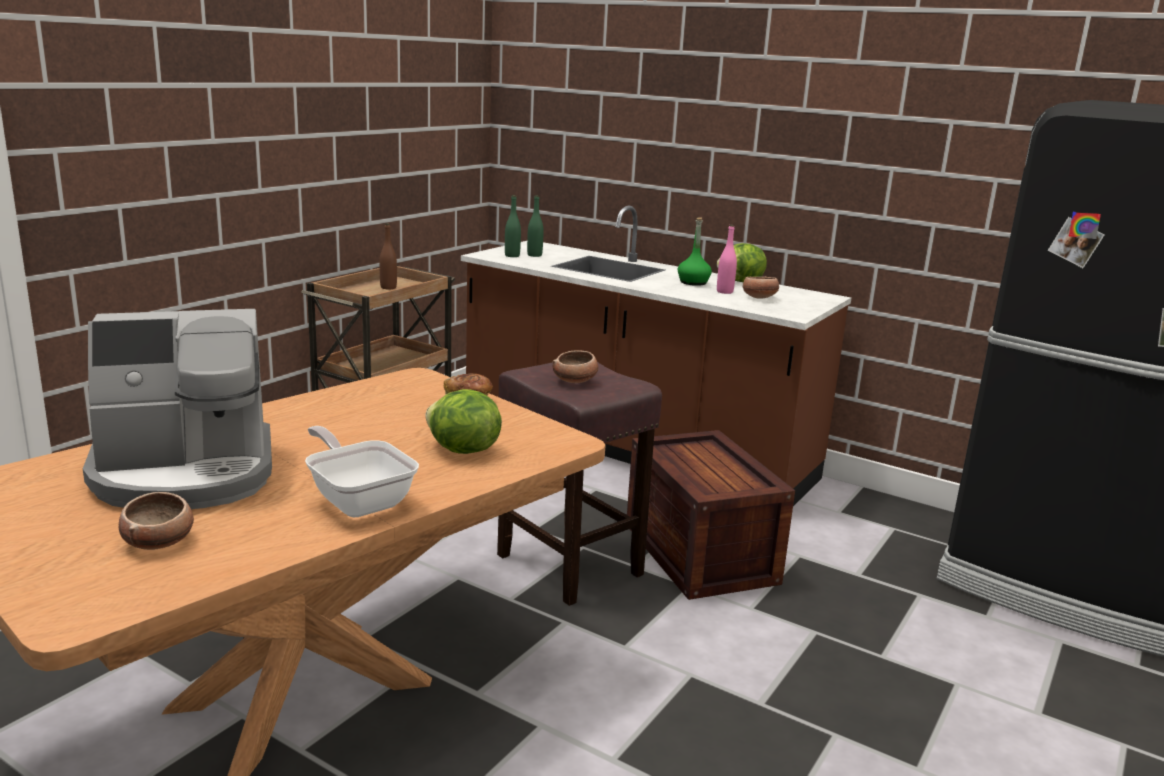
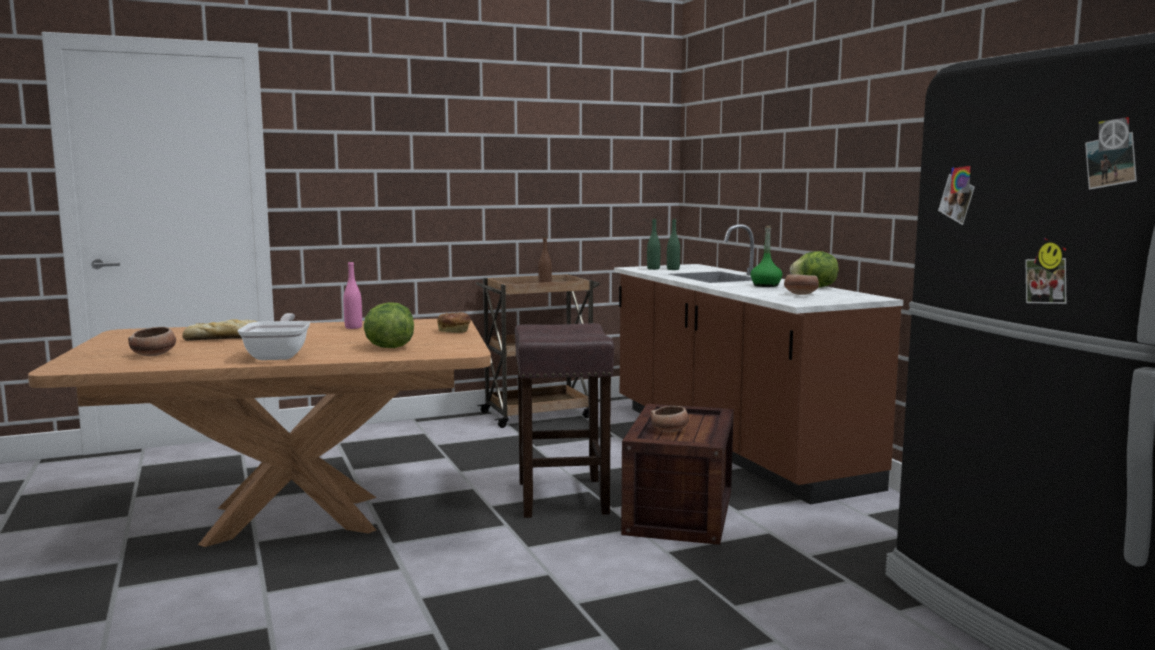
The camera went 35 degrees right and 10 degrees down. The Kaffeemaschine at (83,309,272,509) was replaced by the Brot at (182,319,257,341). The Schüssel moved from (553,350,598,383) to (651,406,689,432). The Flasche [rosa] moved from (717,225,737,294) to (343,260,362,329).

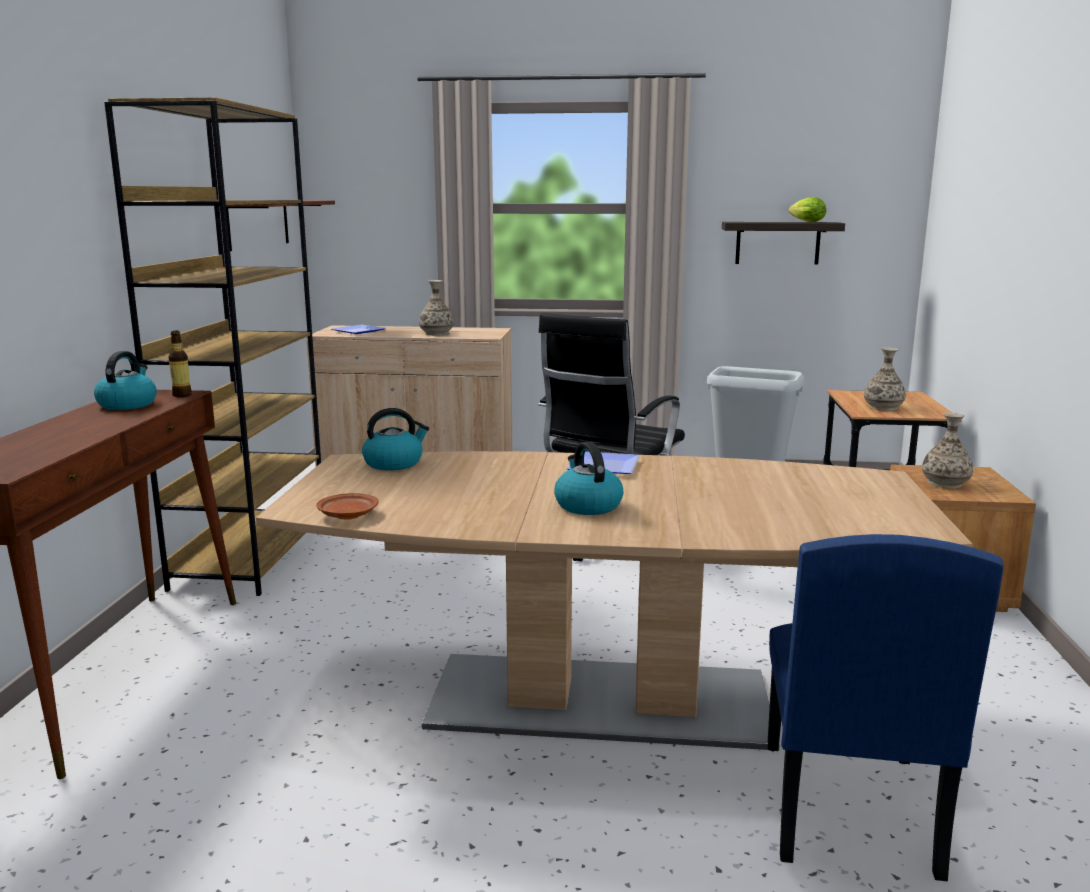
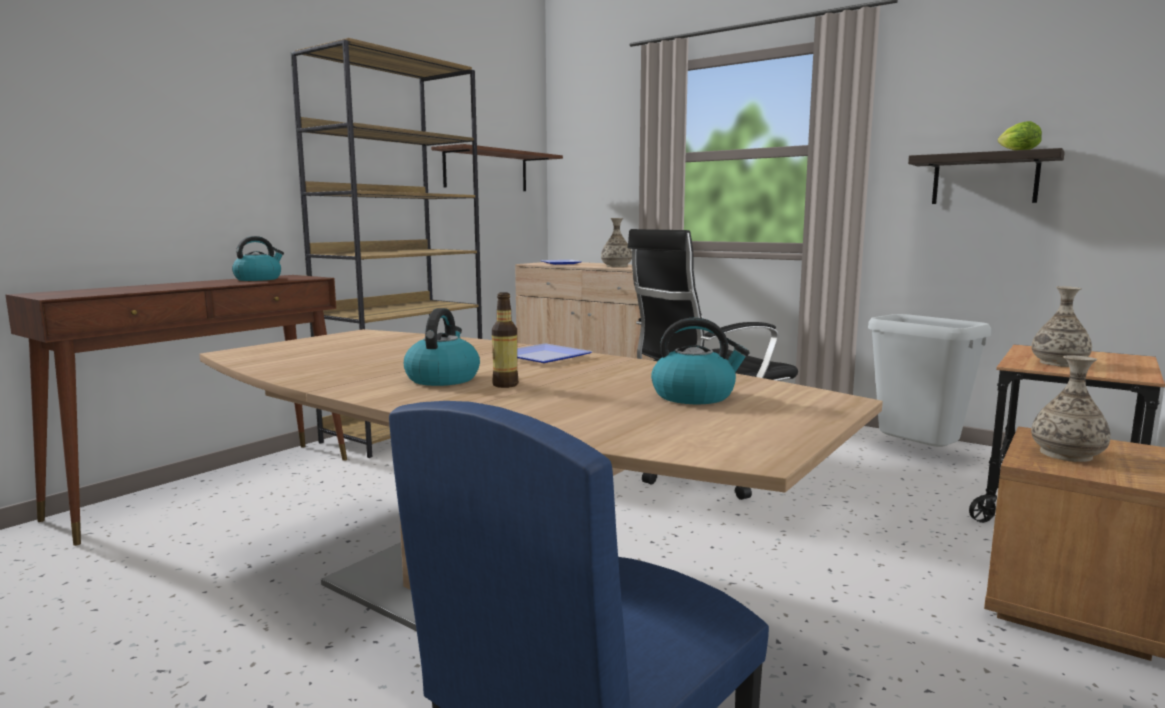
The camera went 30 degrees right and 5 degrees down. The Flasche moved from (169,331,192,397) to (492,292,519,388). The Teller [braun] at (316,493,379,520) disappeared. The Wasserkessel moved from (362,408,429,470) to (651,318,750,404).

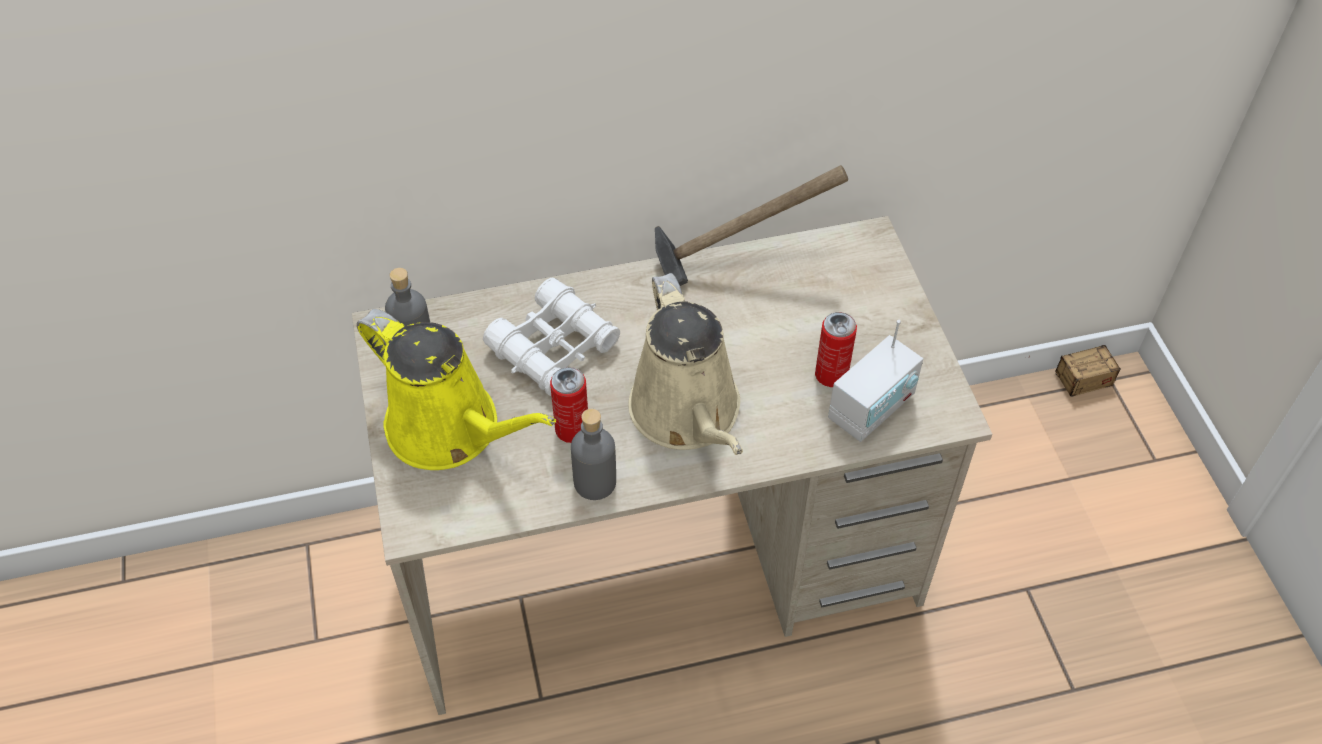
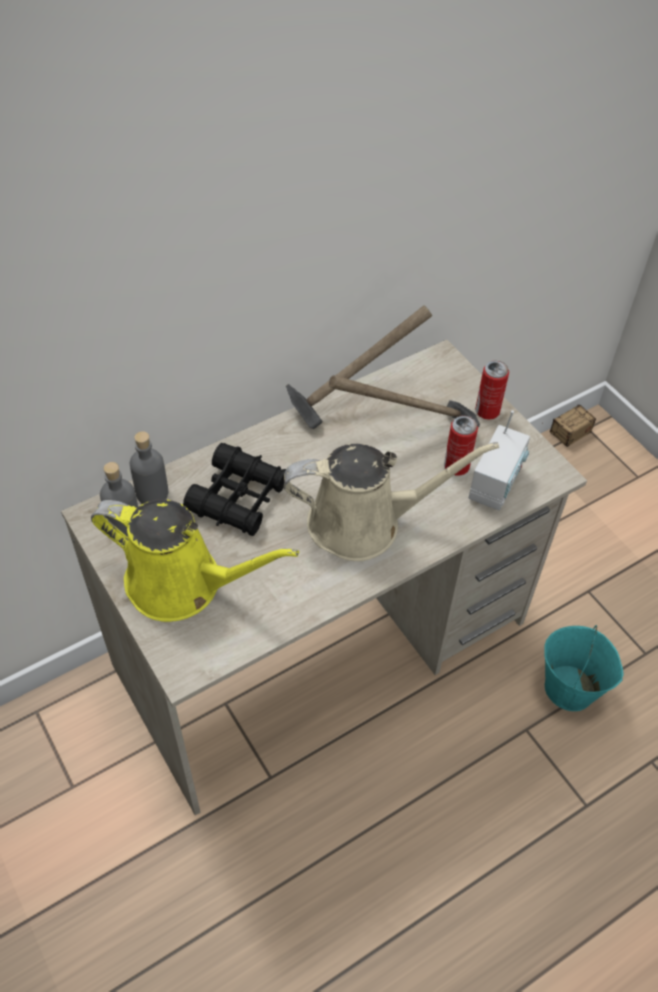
The camera went 20 degrees left and 0 degrees up. The Fernglas [weiß] at (483,278,620,396) became the Fernglas [schwarz] at (183,443,286,536). The Dose moved from (550,367,588,443) to (475,360,509,420). The Flasche [grau] moved from (571,409,616,500) to (130,431,168,504). The Gießkanne [beige] at (628,273,743,455) turned 60 degrees counterclockwise. The Hammer at (329,375,480,427) appeared. The Eimer [türkis] at (544,625,624,711) appeared.

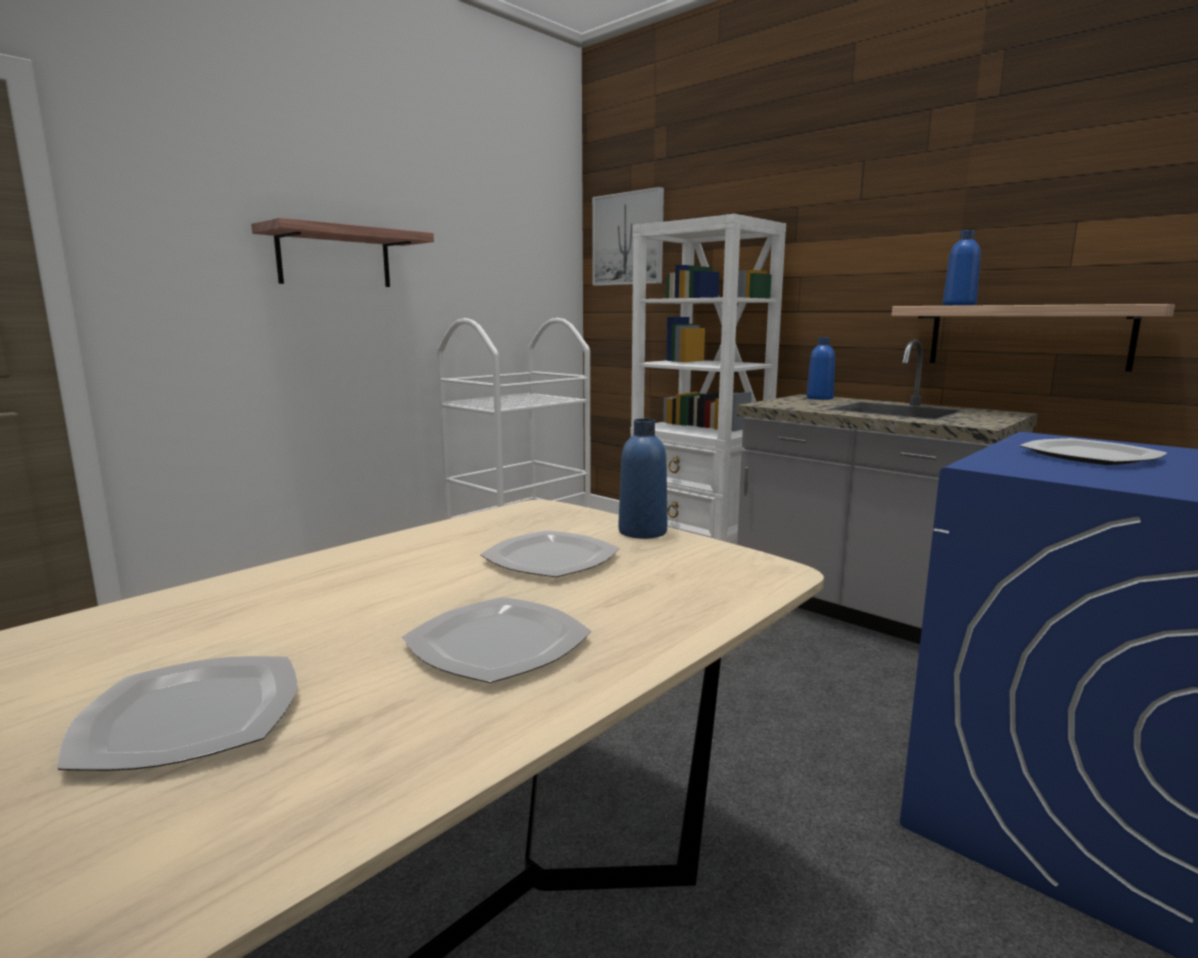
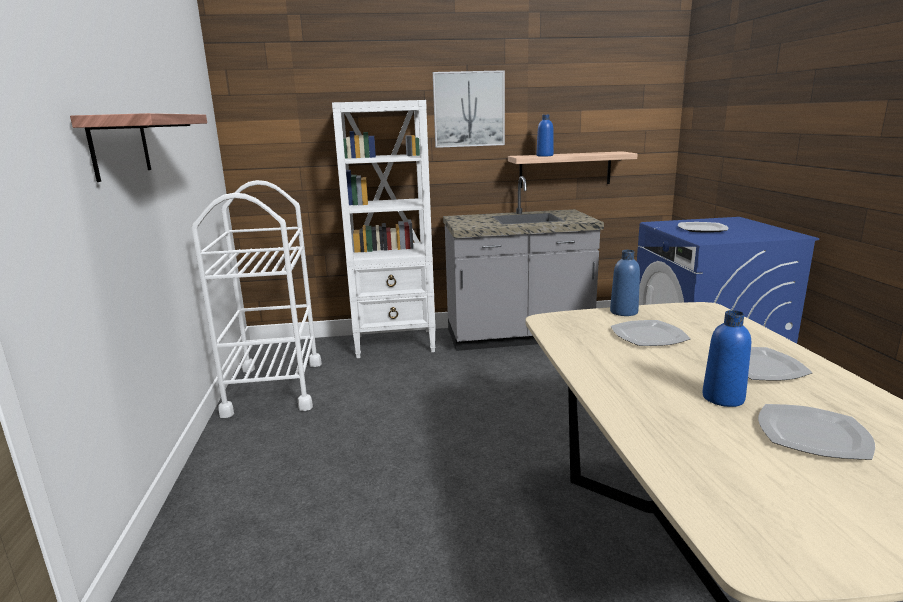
The camera went 50 degrees left and 5 degrees up. The Bild moved from (592,187,664,286) to (433,70,505,148). The Flasche [blau] moved from (807,337,835,400) to (702,310,751,407).

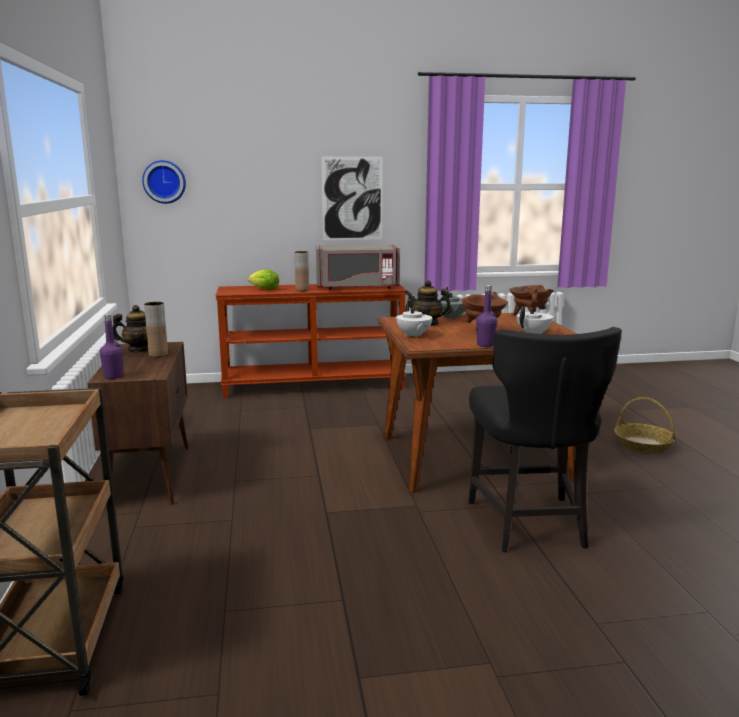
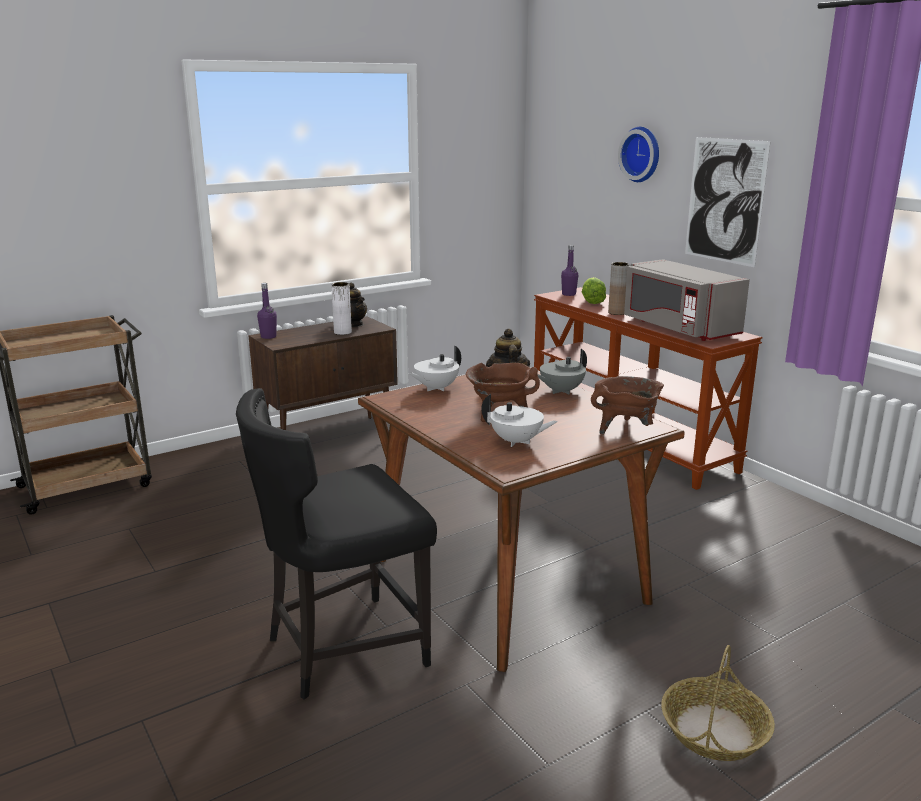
The camera went 65 degrees right and 5 degrees up. The Wanduhr moved from (142,160,186,204) to (618,127,659,182). The Vase [braun] at (144,302,168,357) became the Vase [weiß] at (331,282,352,335). The Flasche [lila] moved from (476,285,498,347) to (561,245,579,296).

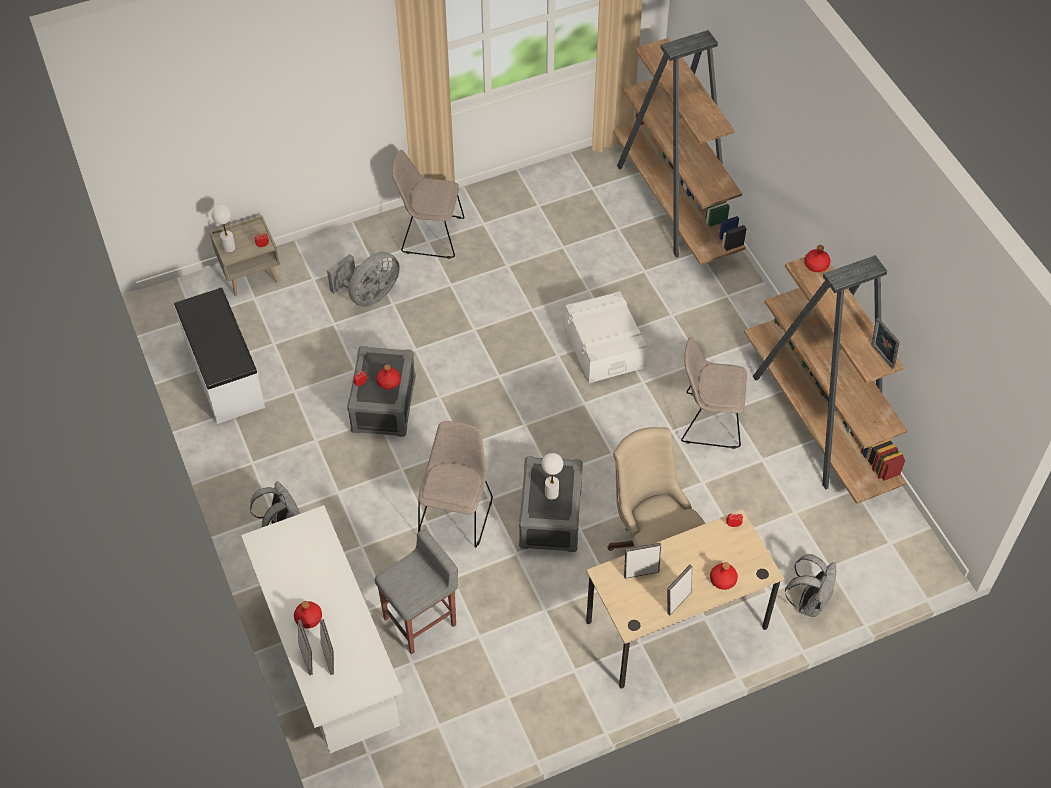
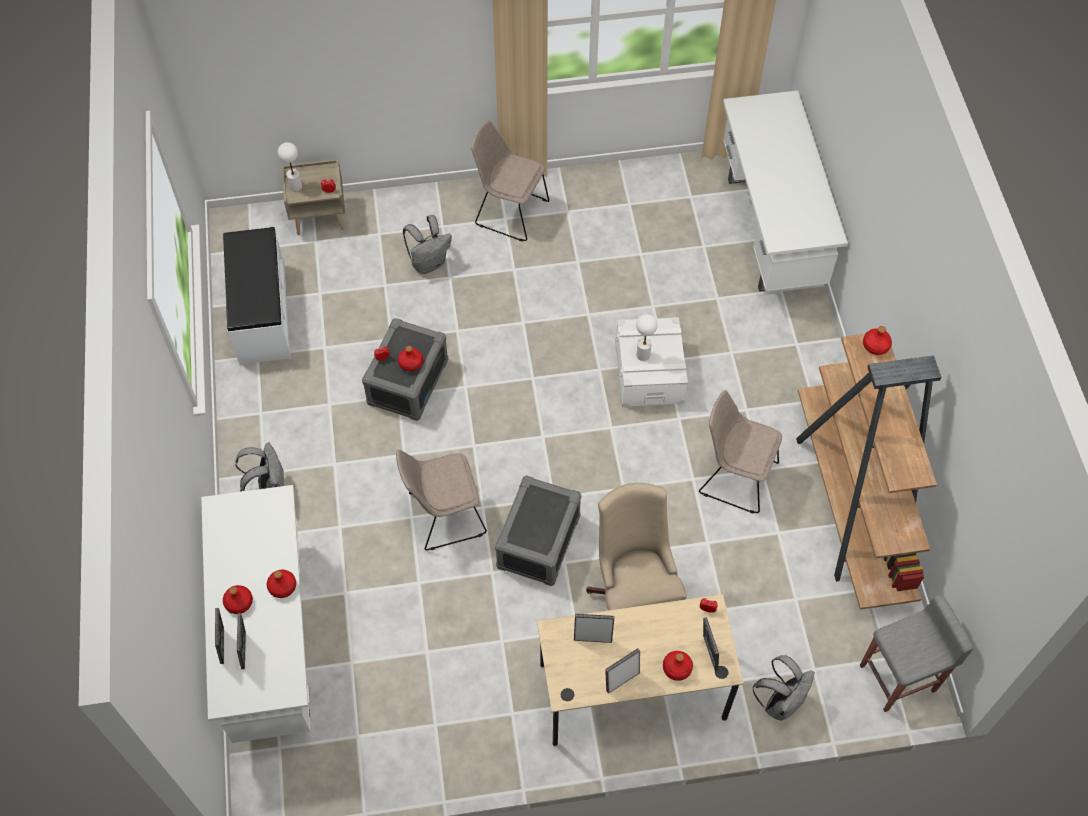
The camera went 15 degrees right and 5 degrees up. The Ventilator [grau] at (327,252,400,307) was replaced by the Rucksack [grau] at (403,215,452,274). The Hocker [grau] moved from (375,529,458,654) to (860,595,974,712). The Stuhl [beige] at (418,421,493,547) turned 135 degrees counterclockwise. The Tischlampe [weiß] moved from (542,453,563,500) to (636,314,657,361). The Bücherregal [braun] at (613,30,747,265) was replaced by the Schreibtisch [weiß] at (723,91,848,292). The Bilderrahmen moved from (871,318,900,369) to (703,617,719,671). The Flasche [rot] at (267,570,296,598) appeared.

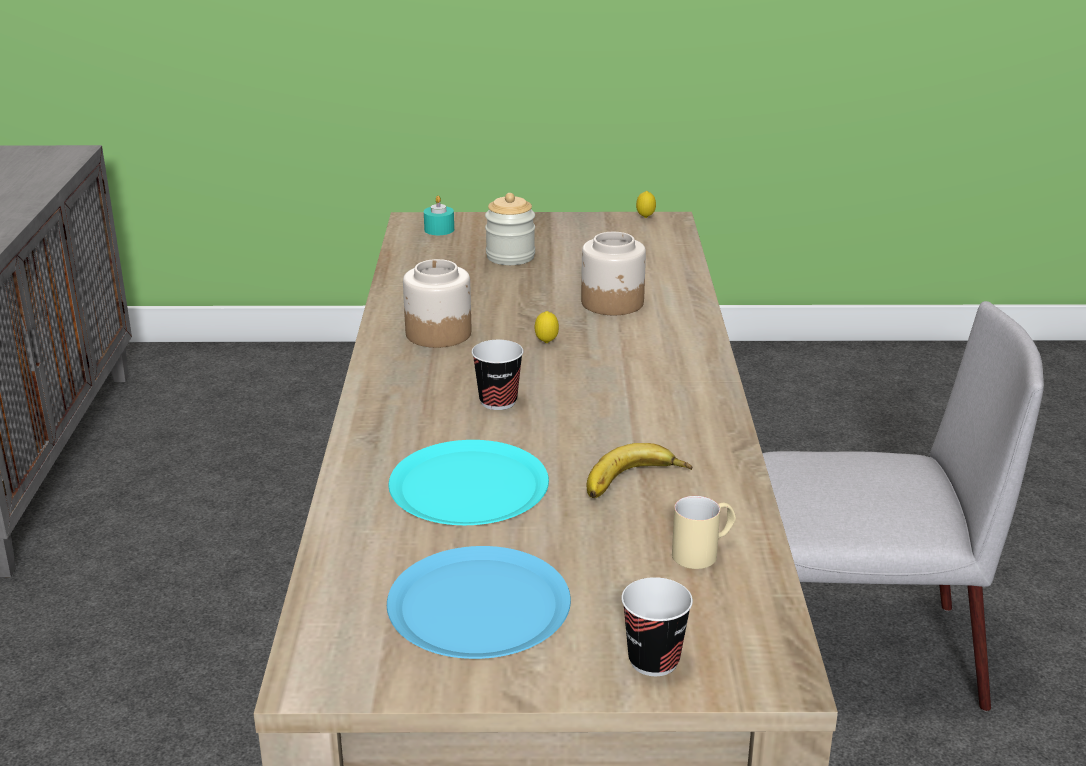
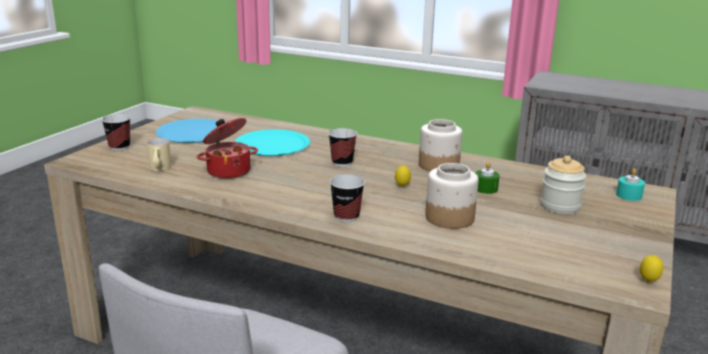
The camera went 115 degrees right and 5 degrees down. The Banane at (587,443,692,498) was replaced by the Kochtopf at (197,118,258,179). The Tasse at (330,175,365,222) appeared. The Kerze [grün] at (475,162,500,194) appeared.

